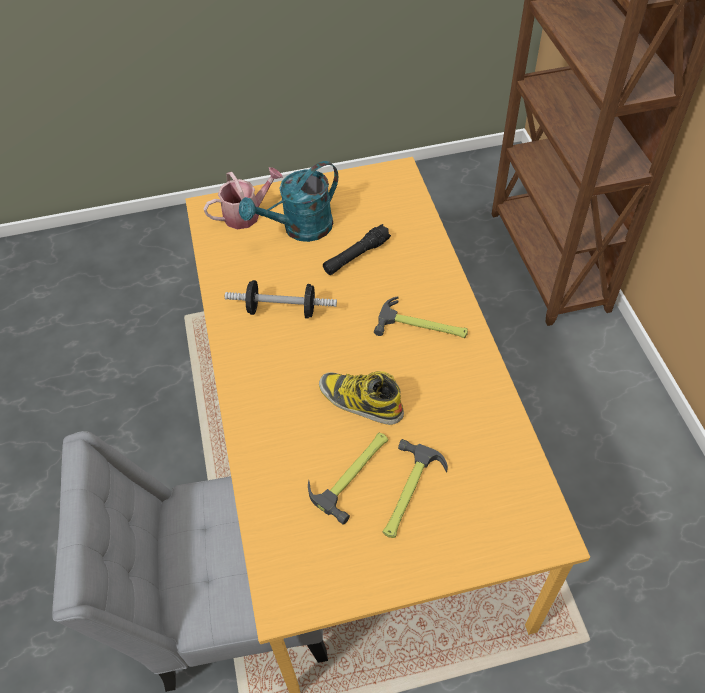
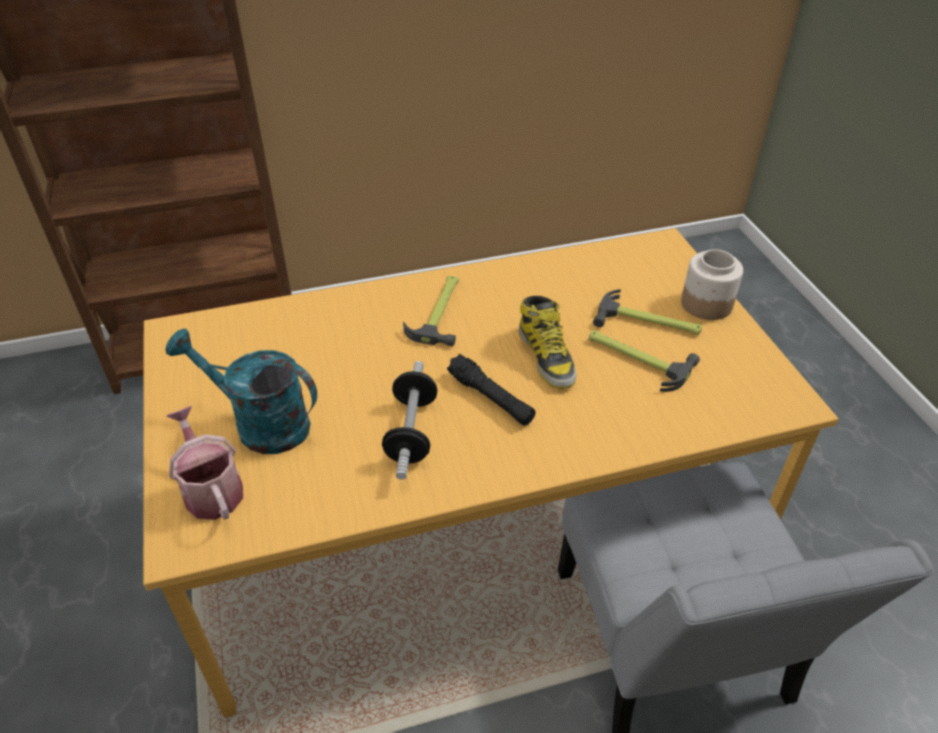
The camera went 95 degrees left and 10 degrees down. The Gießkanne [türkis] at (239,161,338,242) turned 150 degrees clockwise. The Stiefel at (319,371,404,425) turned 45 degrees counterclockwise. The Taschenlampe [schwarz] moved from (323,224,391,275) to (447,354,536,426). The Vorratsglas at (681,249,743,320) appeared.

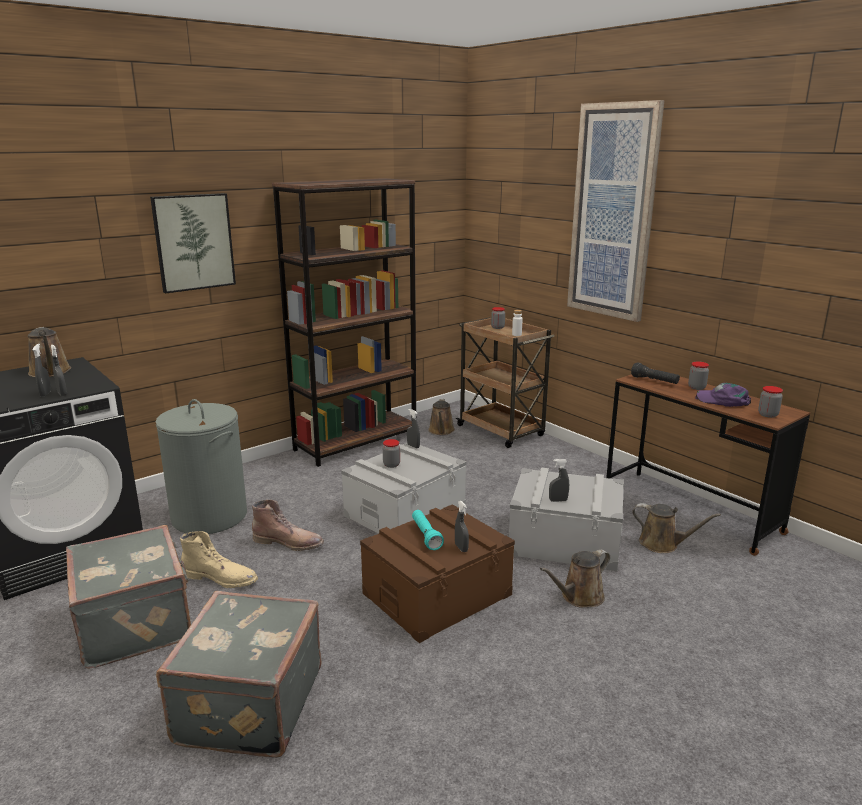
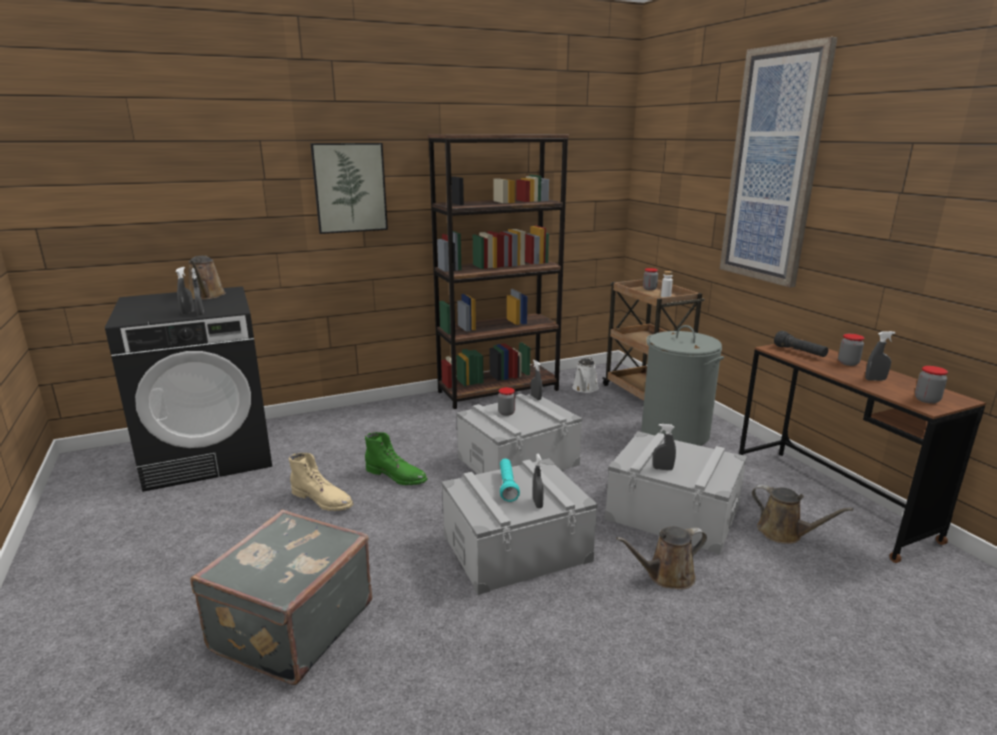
The camera went 15 degrees right and 0 degrees up. The Koffer [grau] at (66,525,191,669) disappeared. The Wäschekorb [grau] moved from (155,399,247,534) to (641,325,724,446). The Stiefel [braun] at (252,500,324,551) became the Stiefel [grün] at (365,432,428,485). The Aufbewahrungsbox [braun] at (360,504,515,643) became the Aufbewahrungsbox [grau] at (442,458,598,595). The Gießkanne [braun] at (428,399,455,435) became the Gießkanne [weiß] at (572,357,599,393). The Kappe [lila] at (695,383,751,407) was replaced by the Sprühflasche [grau] at (865,331,895,381).

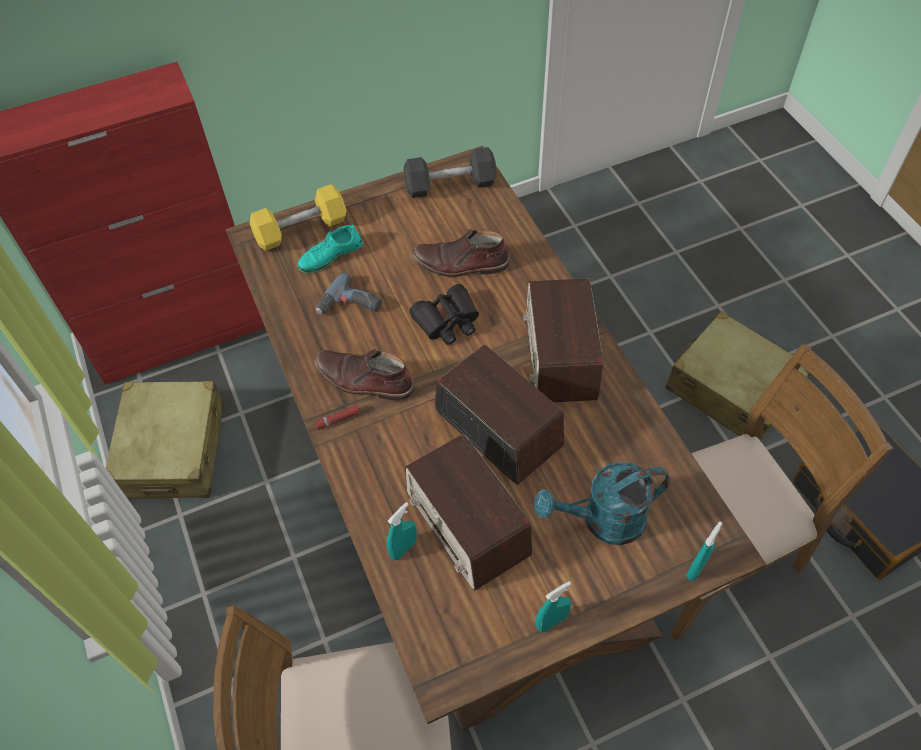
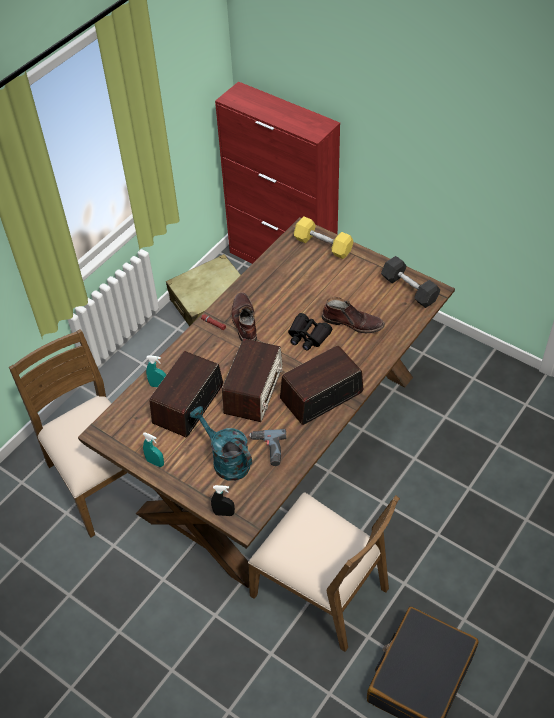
The camera went 60 degrees right and 5 degrees down. The Schuh [türkis] at (298,224,363,273) disappeared. The Bohrmaschine moved from (315,272,382,314) to (249,429,286,466). The Stiefel [braun] at (412,229,510,277) turned 135 degrees clockwise. The Koffer [beige] at (665,311,811,441) disappeared. The Sprühflasche [türkis] at (686,521,722,581) became the Sprühflasche [schwarz] at (211,485,235,516).

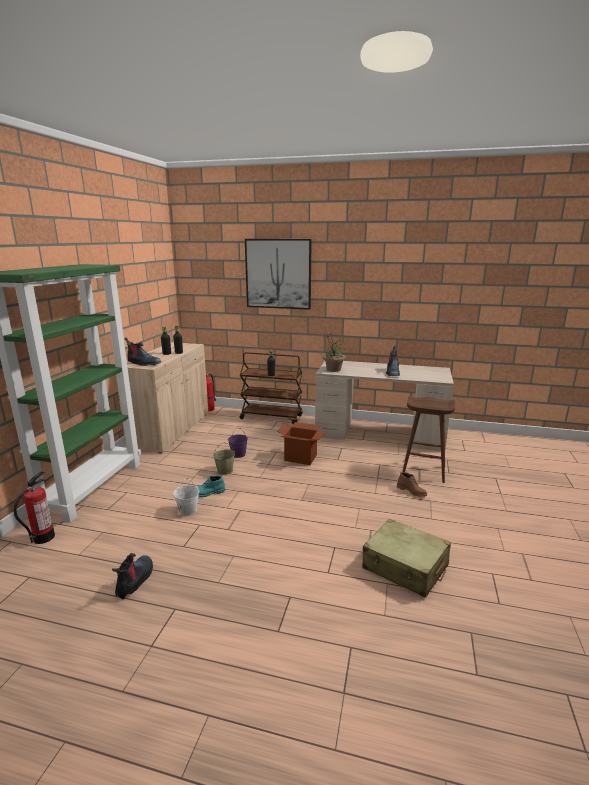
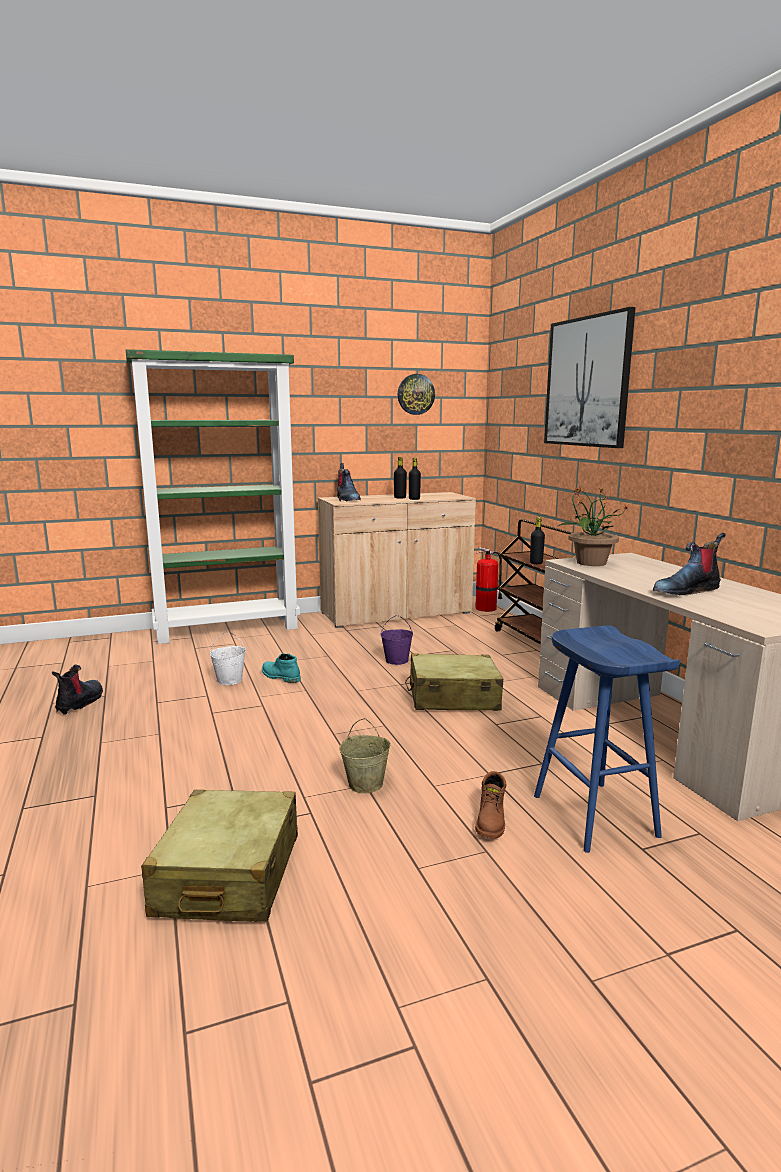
The camera went 55 degrees right and 5 degrees down. The Feuerlöscher at (14,471,55,544) disappeared. The Stiefel at (112,553,153,599) turned 60 degrees counterclockwise. The Eimer [beige] moved from (213,442,235,475) to (339,718,391,793). The Karton at (277,422,325,465) was replaced by the Koffer [beige] at (405,653,503,711). The Hocker [braun] at (402,395,455,483) became the Hocker [blau] at (534,625,680,853). The Wanduhr at (398,374,435,415) appeared.

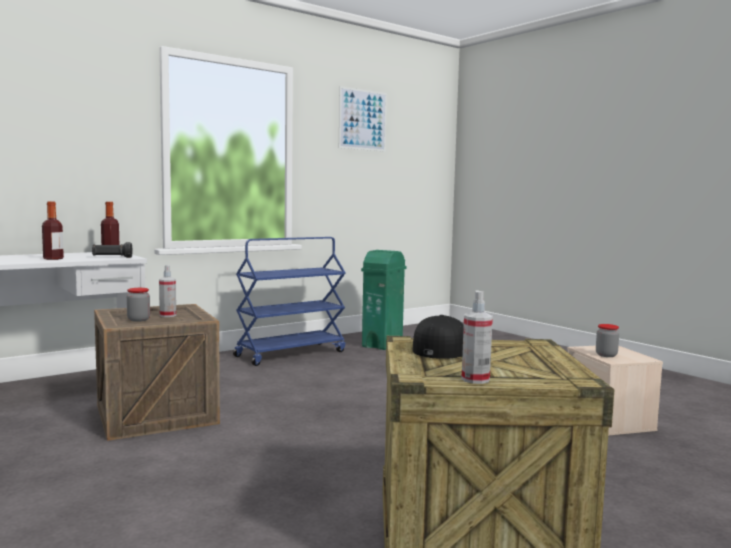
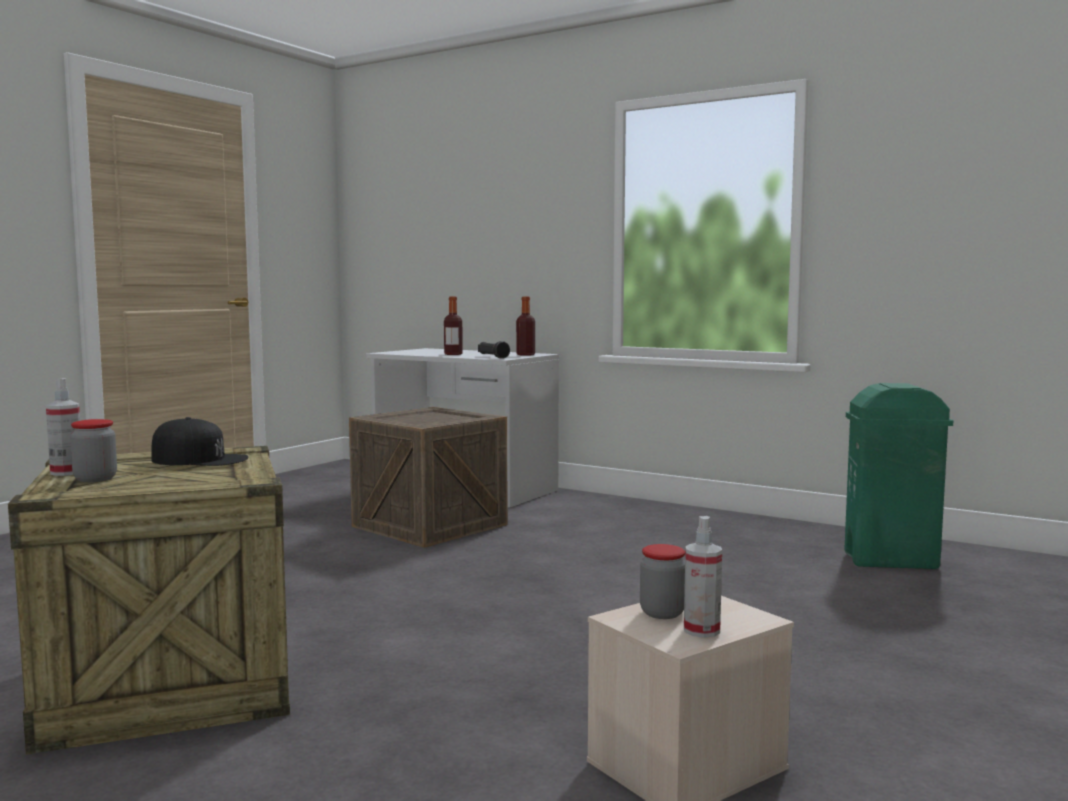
The camera went 70 degrees right and 0 degrees up. The Vorratsglas moved from (127,288,150,322) to (70,419,117,482). The Sprühflasche moved from (159,265,176,317) to (684,516,722,638). The Rollwagen [blau] at (233,237,346,366) disappeared. The Bild at (339,86,387,152) disappeared.

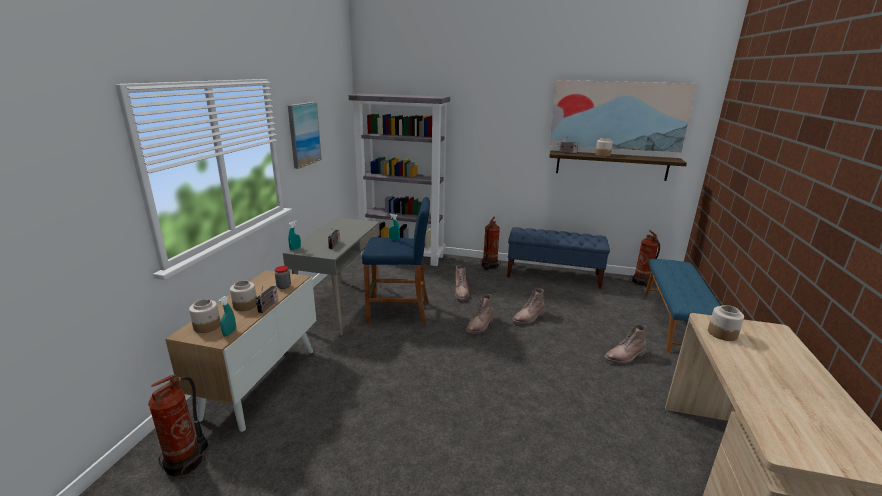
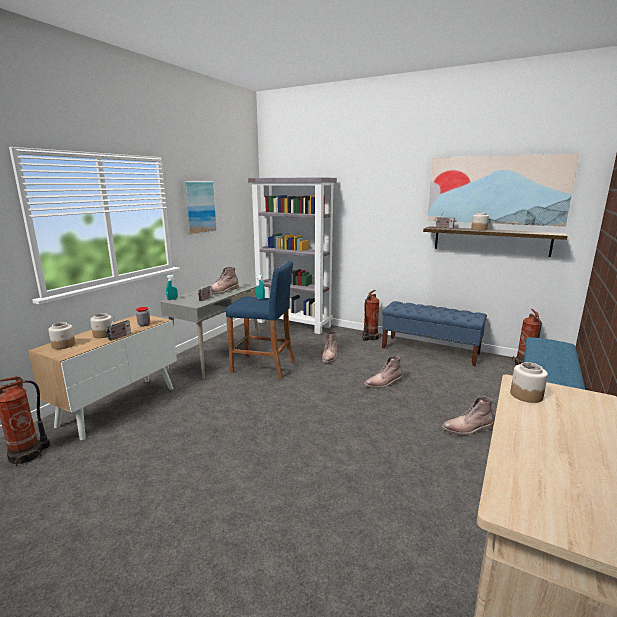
The camera went 15 degrees right and 5 degrees down. The Sprühflasche [türkis] at (218,296,236,336) disappeared. The Stiefel [braun] moved from (465,294,494,334) to (205,267,239,295).

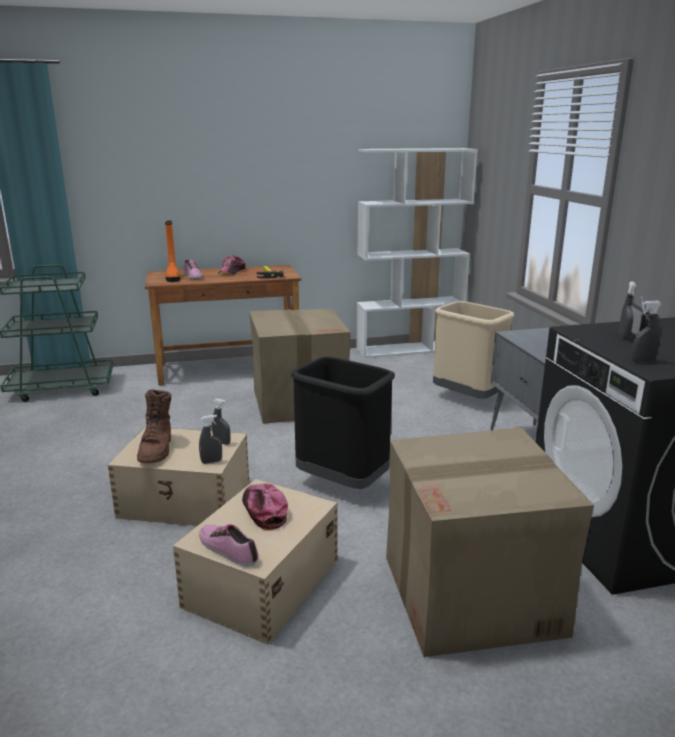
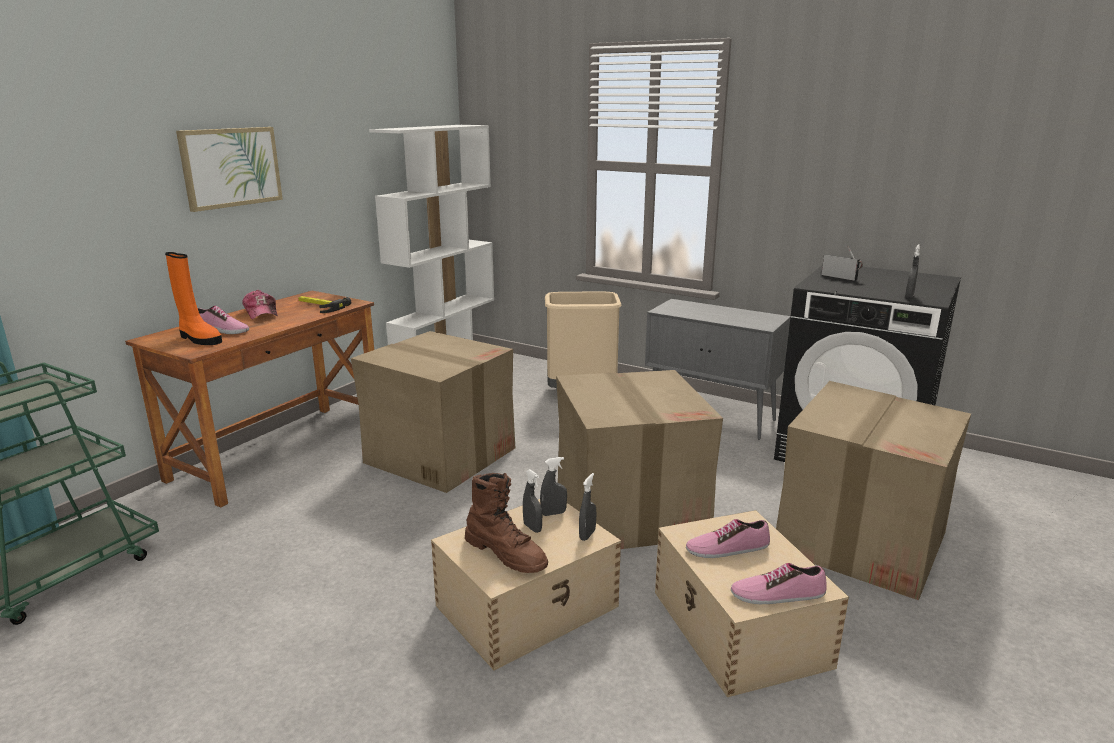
The camera went 45 degrees left and 0 degrees up. The Kappe at (242,484,288,531) was replaced by the Schuh at (686,519,770,558). The Mülleimer [schwarz] at (291,357,395,489) was replaced by the Karton at (556,370,723,549). The Sprühflasche [grau] moved from (618,281,636,340) to (523,469,542,533). The Bild at (176,127,283,212) appeared.

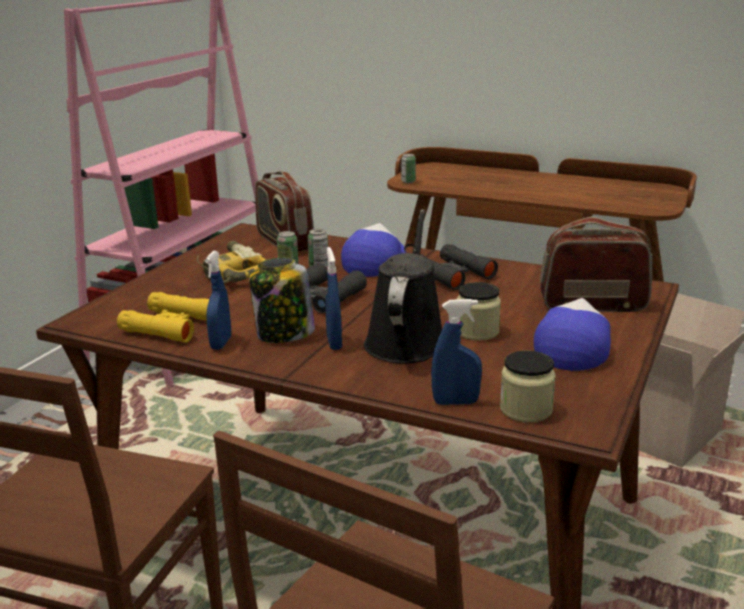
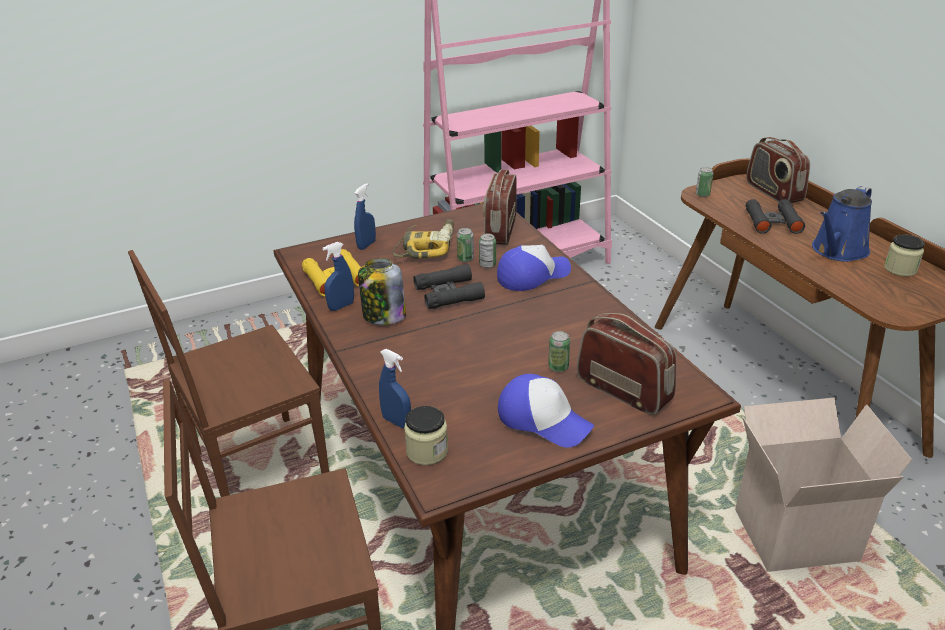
The camera went 40 degrees right and 10 degrees up. The Sprühflasche [blau] moved from (325,247,342,350) to (354,183,376,250). The Gießkanne [schwarz] at (364,209,442,364) disappeared. The Fernglas [schwarz] moved from (420,244,498,290) to (746,199,805,234). The Vorratsglas moved from (457,282,501,341) to (884,234,925,277). The Kappe at (534,298,611,371) turned 60 degrees clockwise. The Dose at (548,331,570,372) appeared. The Radio at (746,137,810,203) appeared. The Gießkanne [blau] at (812,186,872,262) appeared.

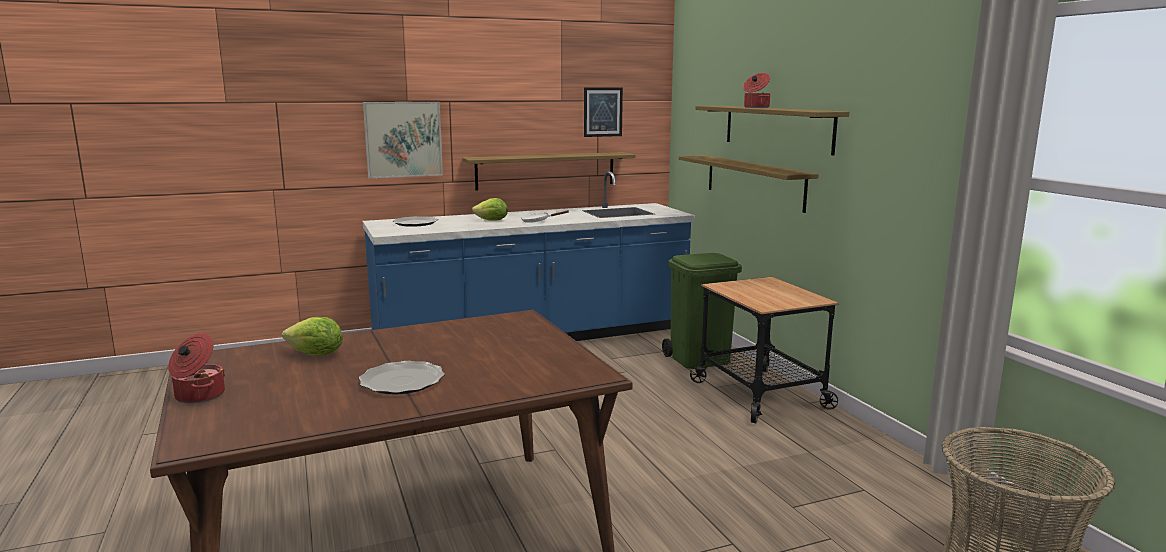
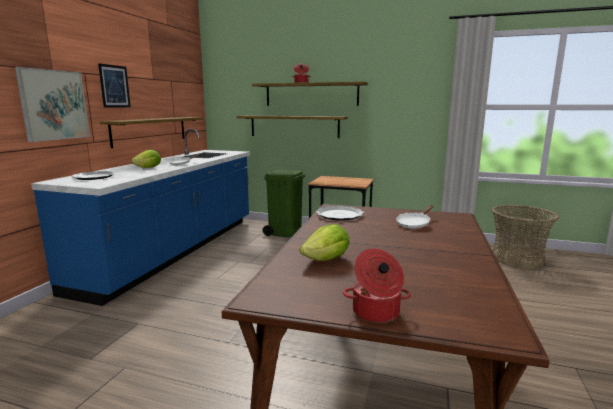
The camera went 50 degrees left and 0 degrees up. The Teller moved from (359,361,445,394) to (316,206,364,221). The Bild moved from (584,87,623,137) to (98,63,131,108). The Pfanne [weiß] at (396,205,433,229) appeared.

